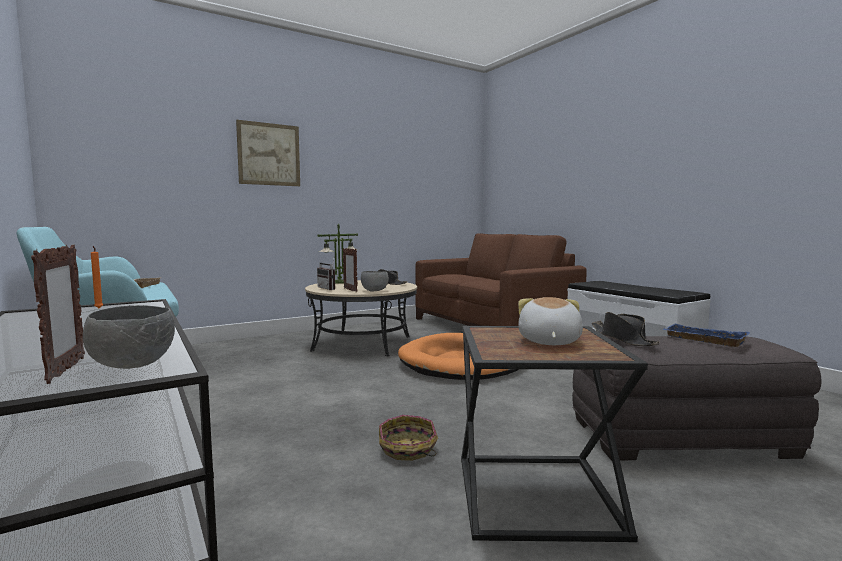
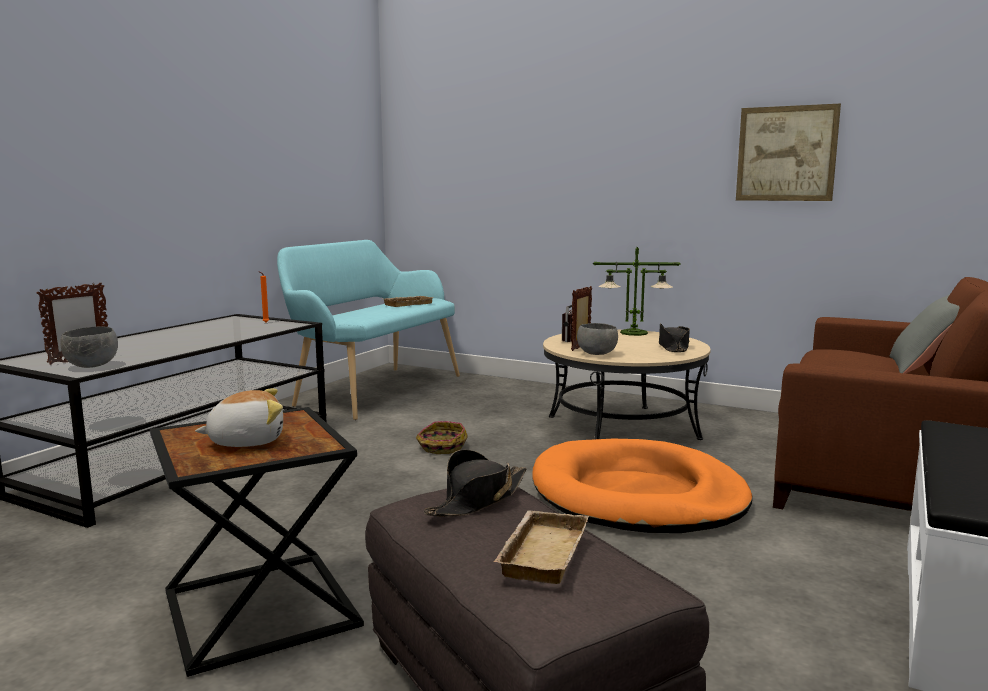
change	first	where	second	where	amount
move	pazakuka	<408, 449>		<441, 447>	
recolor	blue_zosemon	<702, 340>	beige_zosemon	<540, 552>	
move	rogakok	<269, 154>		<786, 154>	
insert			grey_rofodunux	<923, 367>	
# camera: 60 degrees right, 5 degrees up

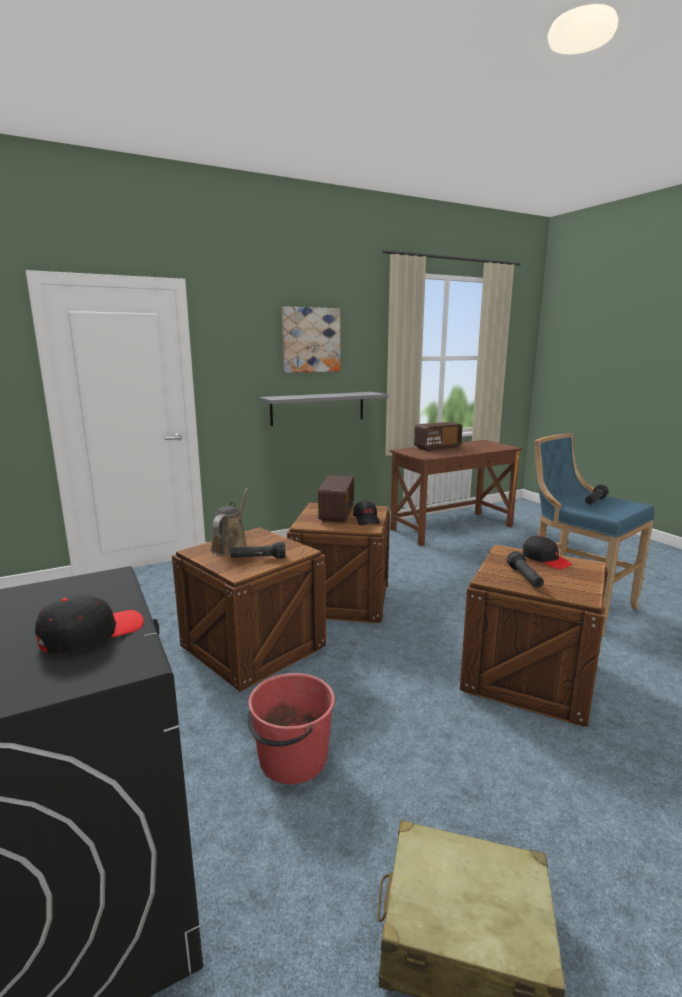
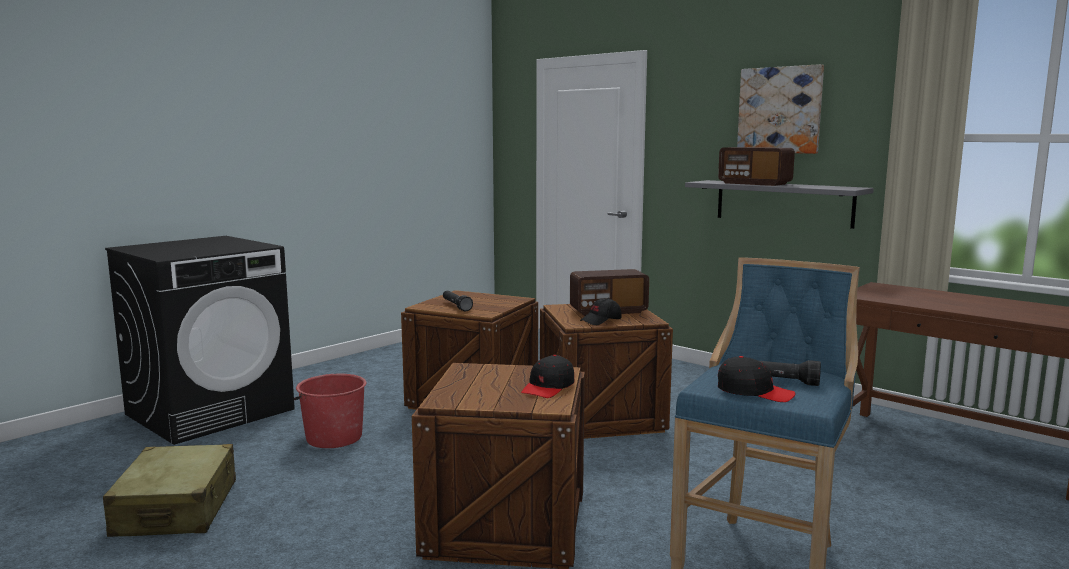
change	first	where	second	where	amount
move	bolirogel	<437, 447>		<754, 183>	
move	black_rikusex	<91, 634>		<754, 392>	
delete	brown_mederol	<231, 546>			
delete	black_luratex	<525, 578>			
# camera: 70 degrees right, 5 degrees down

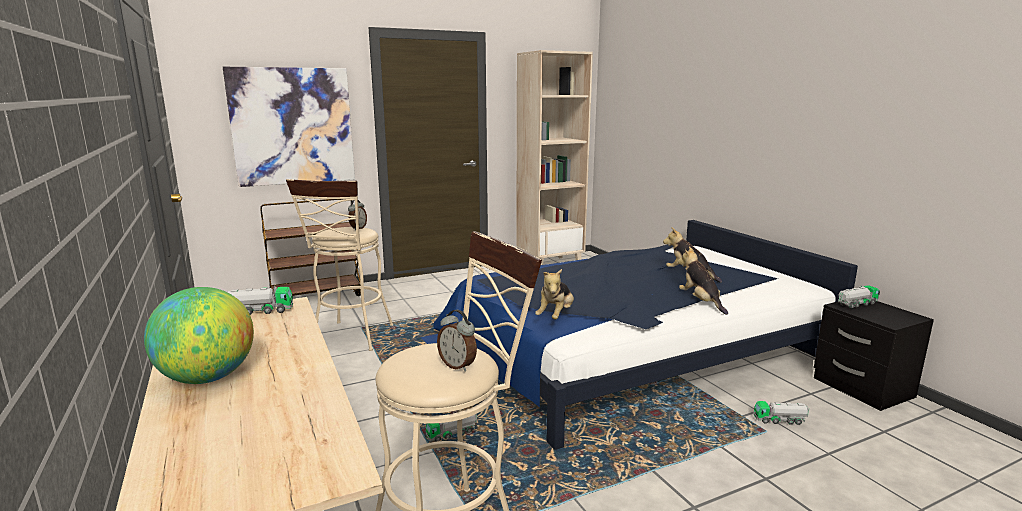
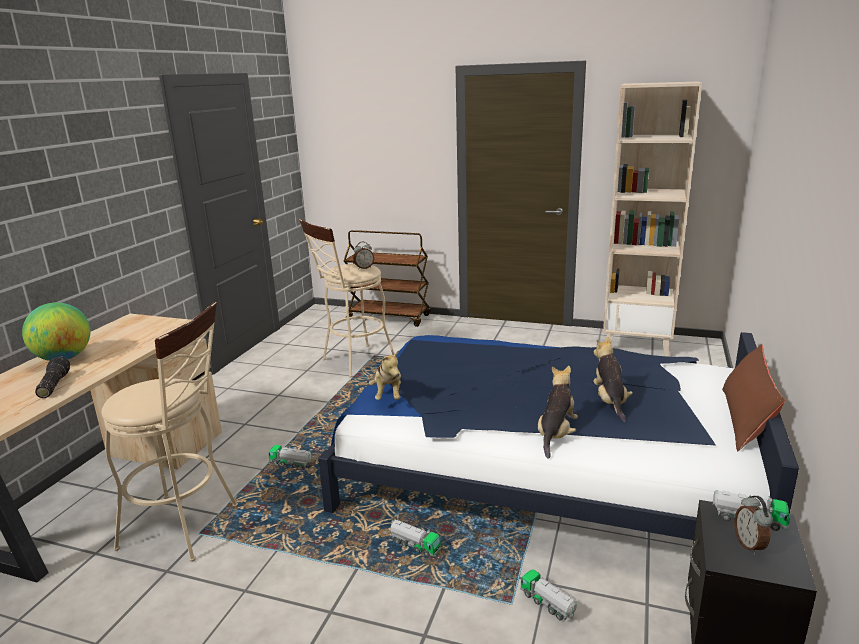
change	first	where	second	where	amount
insert			luratex	<53, 385>	
rotate	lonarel	<556, 316>		<388, 395>	75 degrees counterclockwise
move	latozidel	<260, 311>		<415, 545>	
insert			brown_rofodunux	<745, 419>	
move	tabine	<458, 365>		<750, 545>	
delete	rogakok	<292, 126>			
# camera: 45 degrees right, 5 degrees up

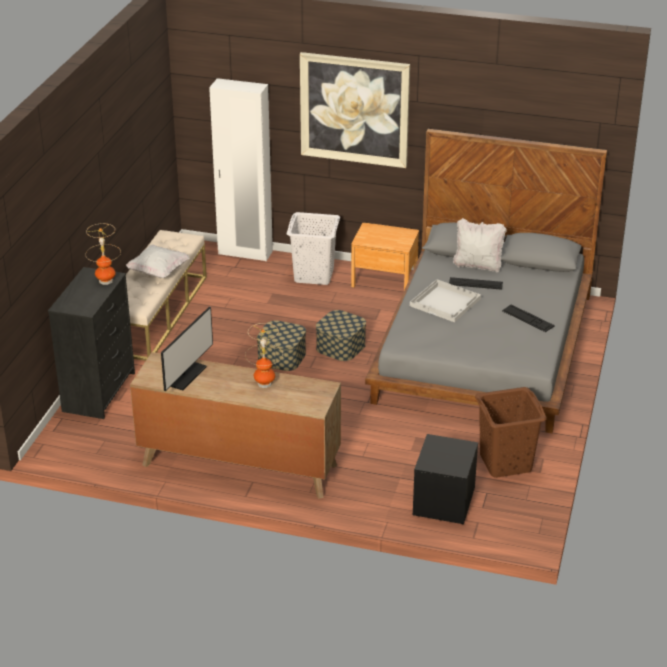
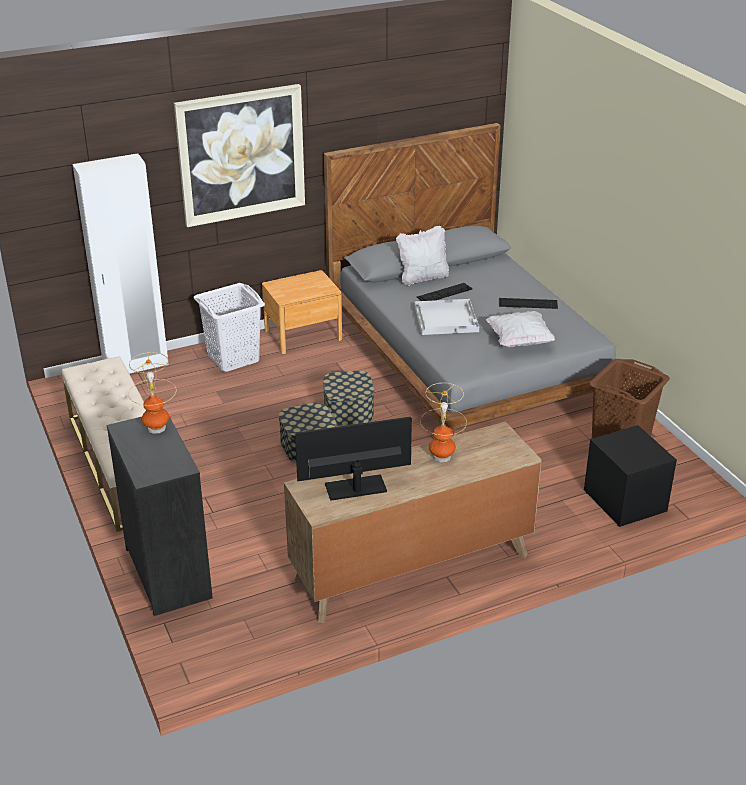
change	first	where	second	where	amount
rotate	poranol	<185, 375>		<355, 488>	90 degrees counterclockwise
move	white_rofodunux	<158, 272>		<519, 341>	
# camera: 40 degrees left, 0 degrees up

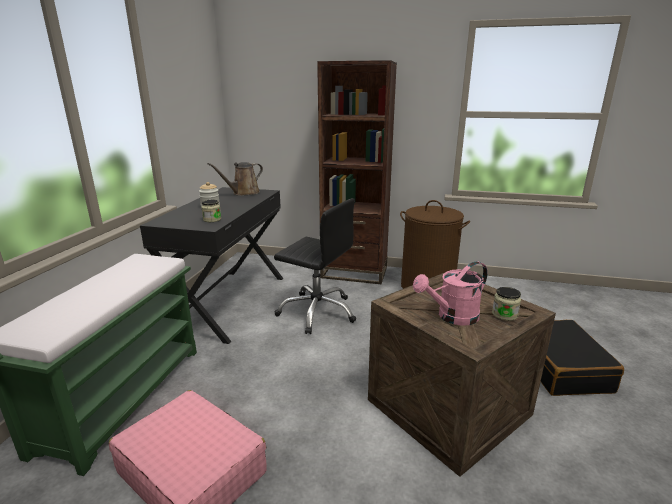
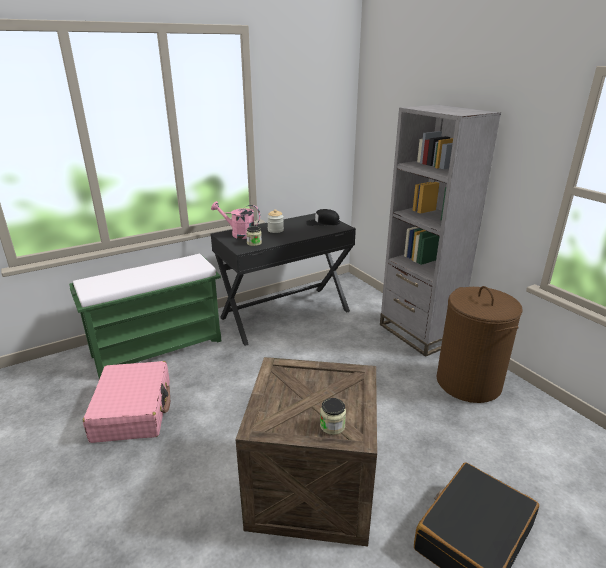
change	first	where	second	where	amount
move	pink_mederol	<452, 317>		<239, 234>	
replace	brown_mederol	<243, 193>	black_rikusex	<323, 223>	
recolor	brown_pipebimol	<354, 272>	grey_pipebimol	<418, 333>	
delete	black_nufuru	<317, 312>			
# camera: 45 degrees right, 5 degrees up

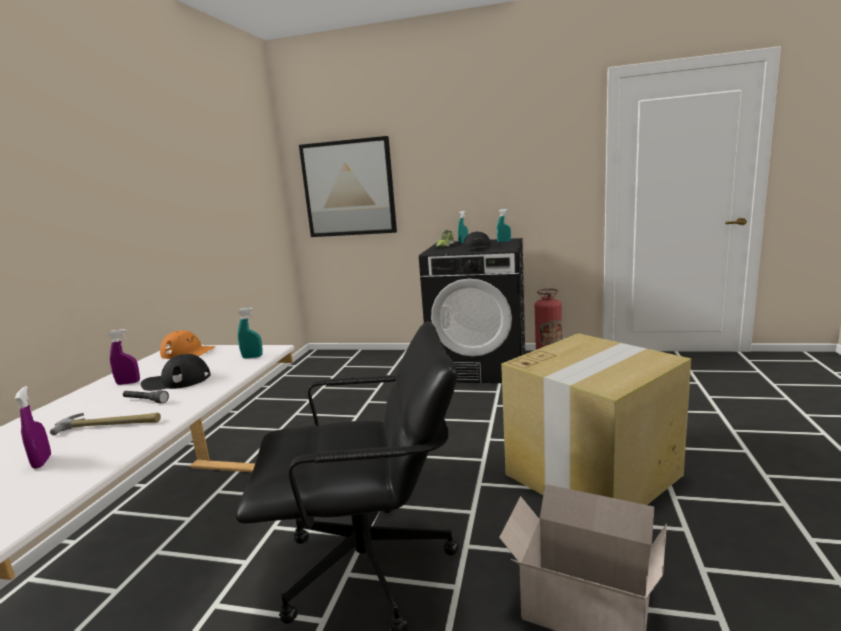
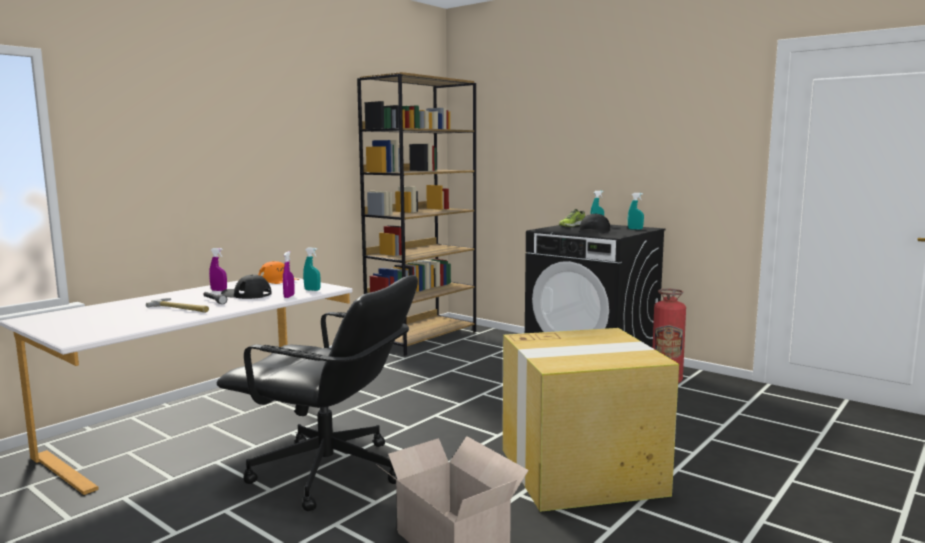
change	first	where	second	where	amount
move	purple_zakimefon	<42, 462>		<289, 296>	
insert			brown_pipebimol	<422, 338>	
delete	rogakok	<349, 188>			
# camera: 25 degrees right, 5 degrees down

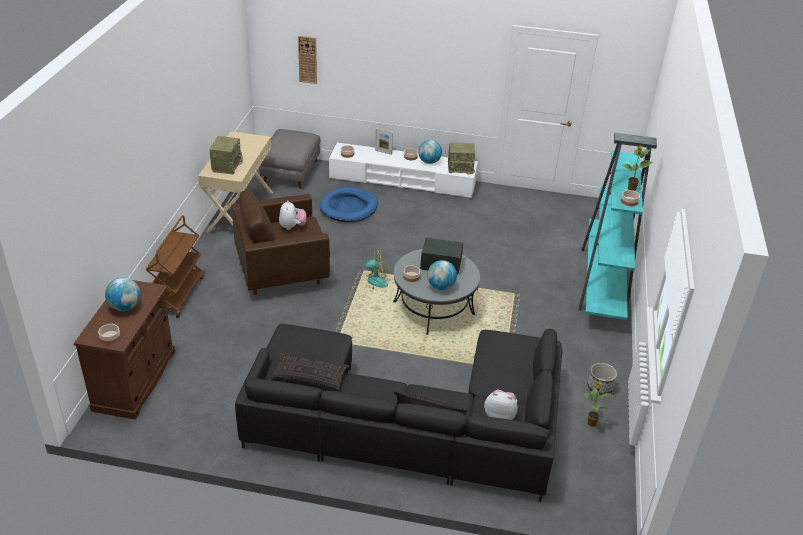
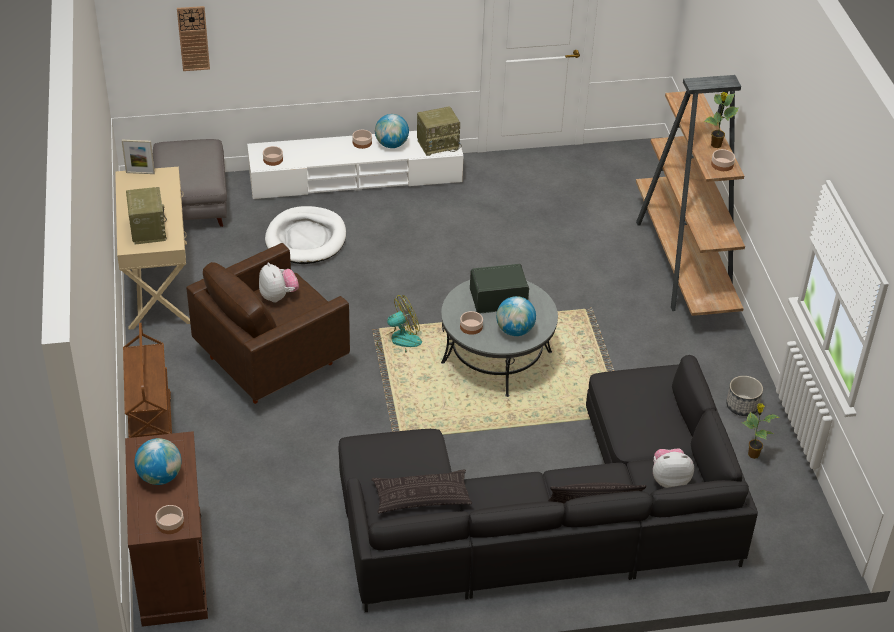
change	first	where	second	where	amount
move	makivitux	<383, 152>		<140, 173>	
recolor	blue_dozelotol	<349, 207>	white_dozelotol	<306, 239>	
recolor	turquoise_pipebimol	<603, 283>	brown_pipebimol	<684, 264>	
# camera: 20 degrees left, 5 degrees up

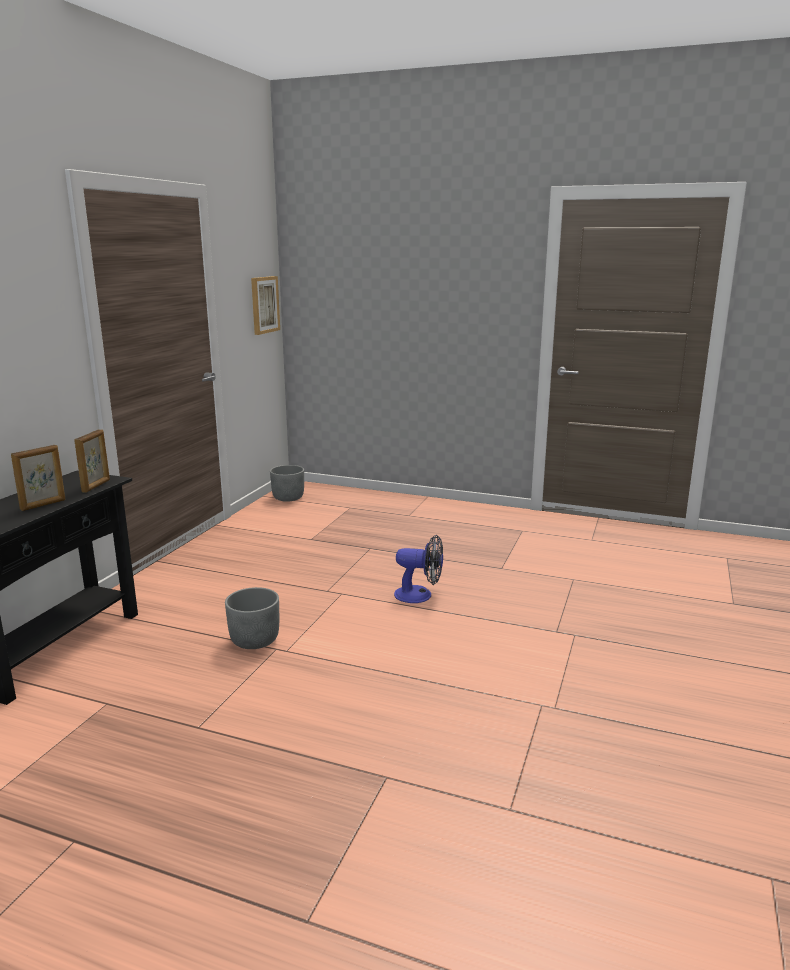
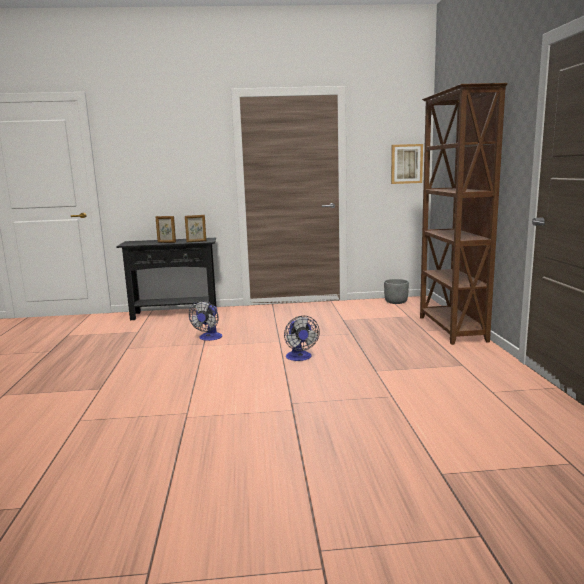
change	first	where	second	where	amount
replace	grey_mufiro	<255, 640>	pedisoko	<209, 338>	
insert			brown_pipebimol	<451, 329>	
# camera: 65 degrees right, 5 degrees down

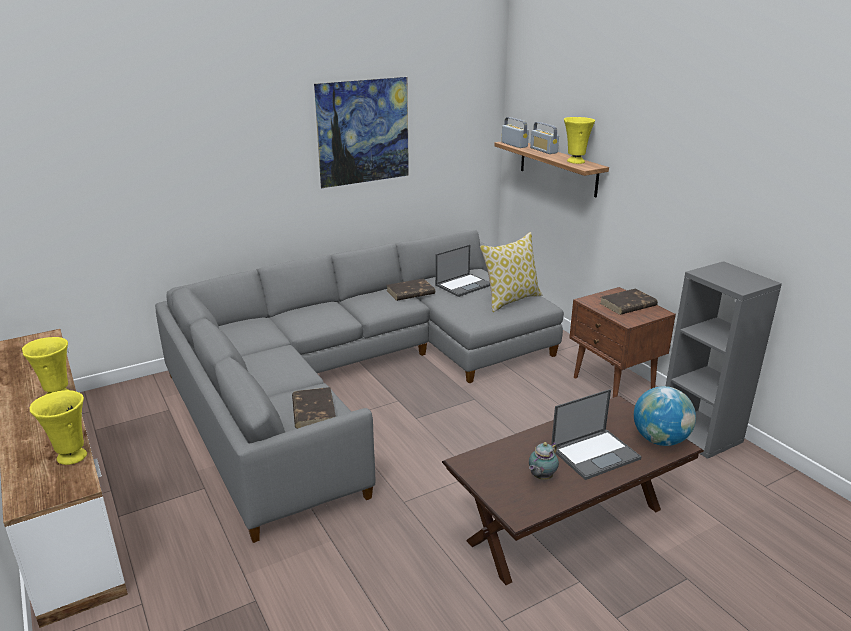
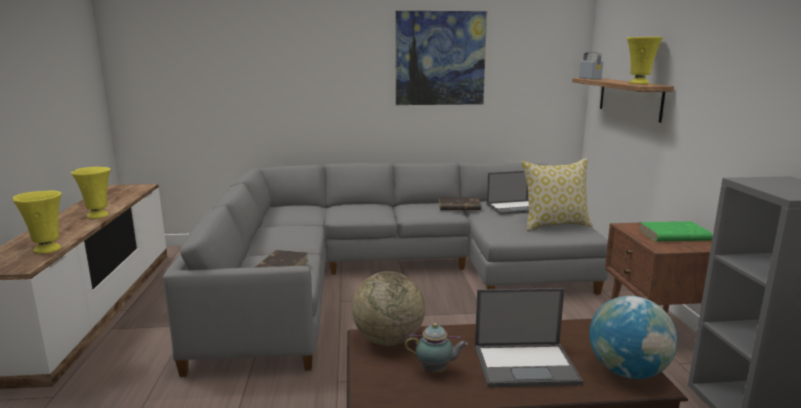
change	first	where	second	where	amount
insert			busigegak	<388, 340>	
rotate	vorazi	<541, 477>		<436, 371>	150 degrees counterclockwise
recolor	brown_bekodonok	<627, 305>	green_bekodonok	<673, 235>	
delete	bolirogel	<543, 150>			
# camera: 25 degrees right, 10 degrees down

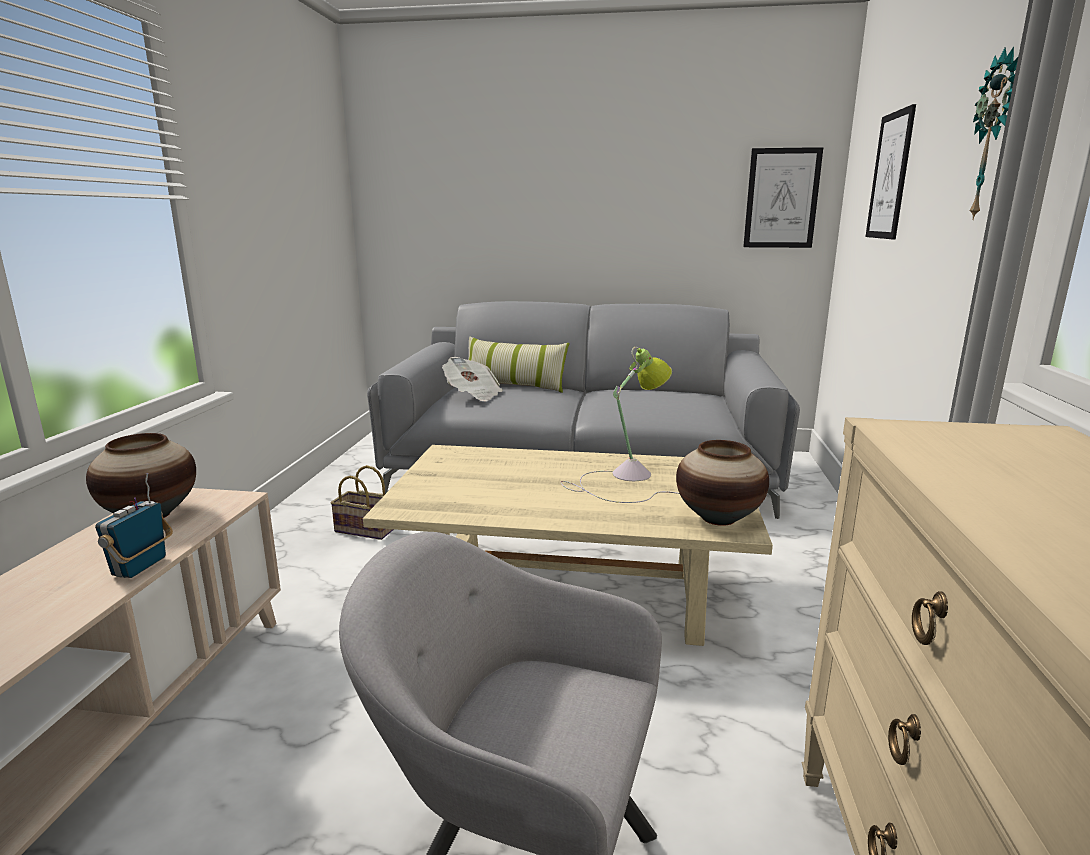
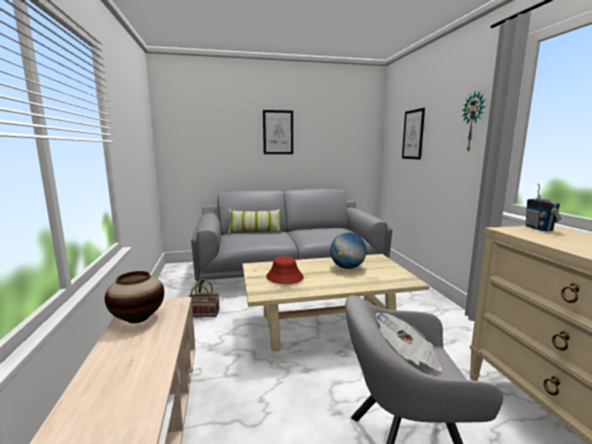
change	first	where	second	where	amount
move	rogakok	<782, 198>		<278, 132>	
insert			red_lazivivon	<284, 277>	
replace	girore	<625, 479>	busigegak	<347, 267>	
move	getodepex	<473, 394>		<407, 355>	
move	bolirogel	<141, 567>		<539, 228>	
delete	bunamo	<718, 518>			
# camera: 20 degrees left, 5 degrees down

